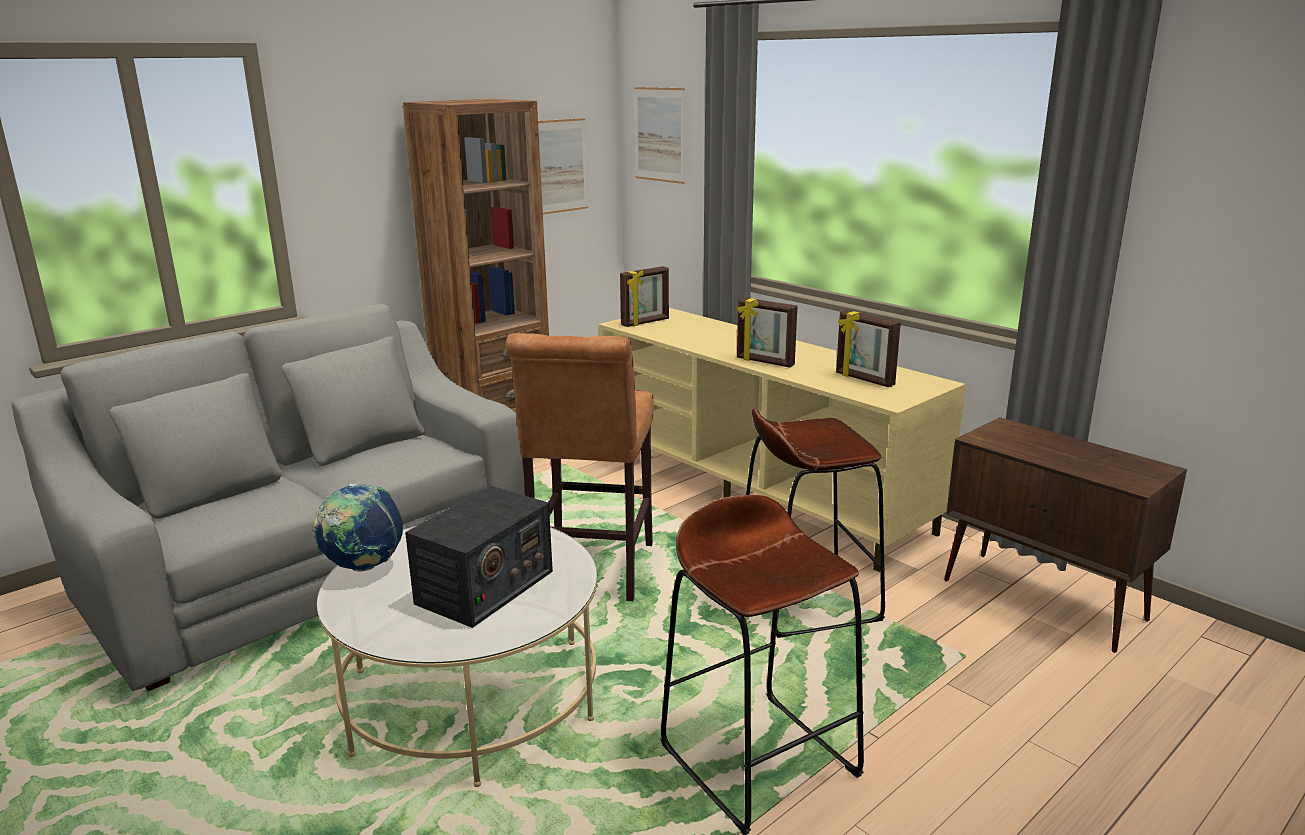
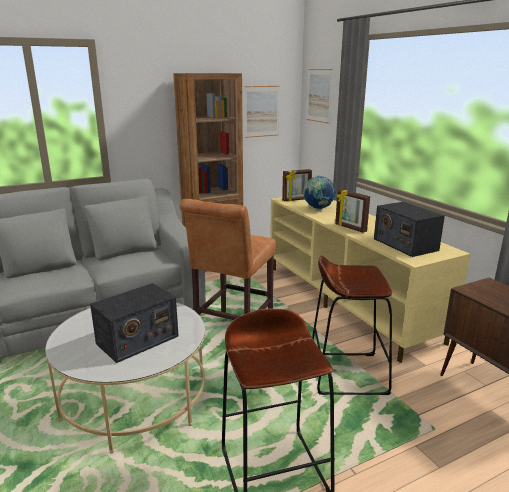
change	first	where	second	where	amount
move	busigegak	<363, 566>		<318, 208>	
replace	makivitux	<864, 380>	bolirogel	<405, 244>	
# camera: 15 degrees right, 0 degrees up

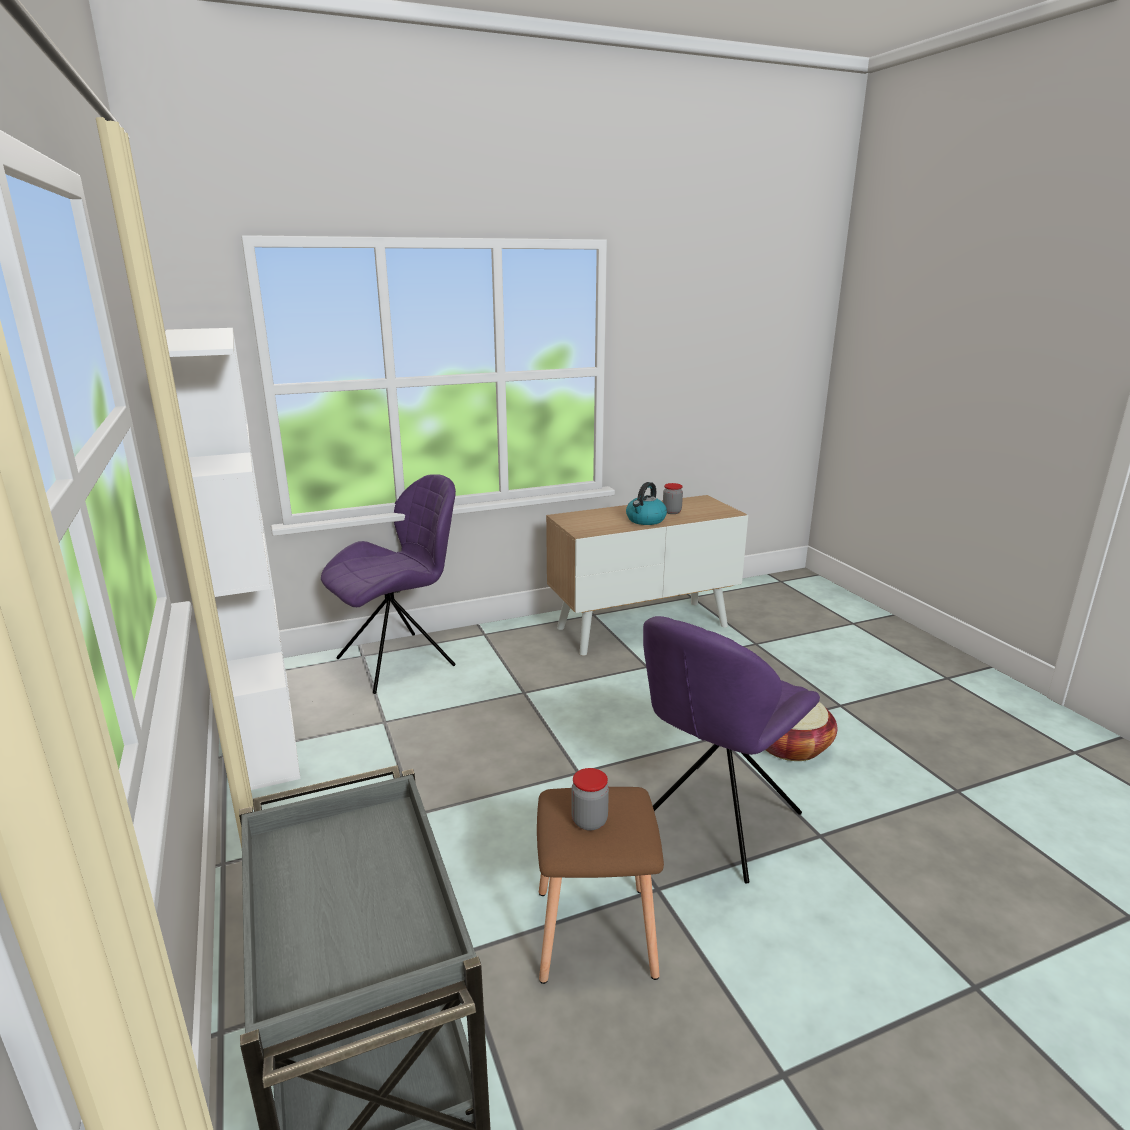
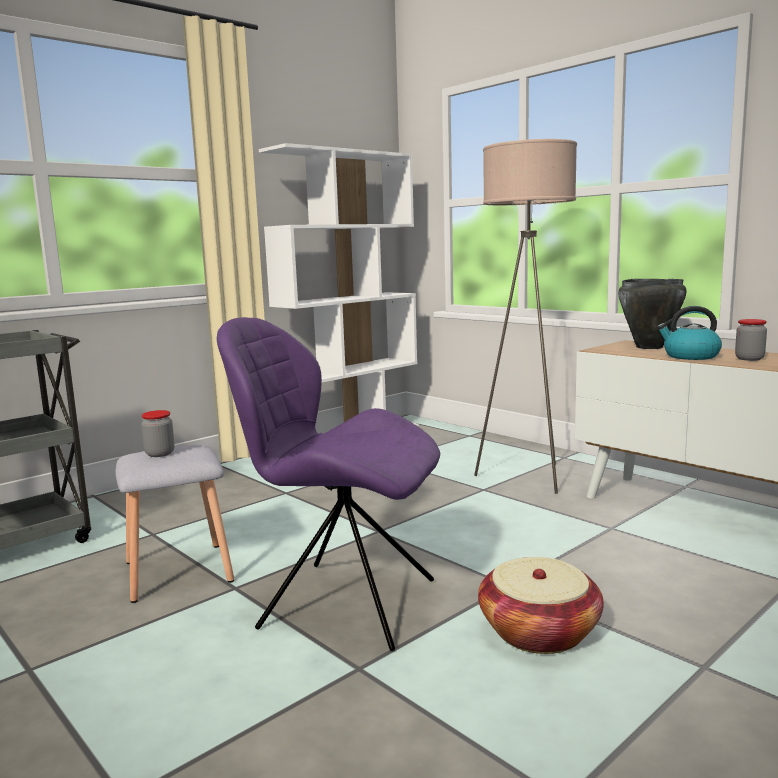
change	first	where	second	where	amount
recolor	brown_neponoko	<593, 930>	grey_neponoko	<180, 570>	
insert			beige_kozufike	<527, 477>	
insert			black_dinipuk	<649, 347>	
delete	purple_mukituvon	<400, 661>			
# camera: 70 degrees right, 10 degrees down

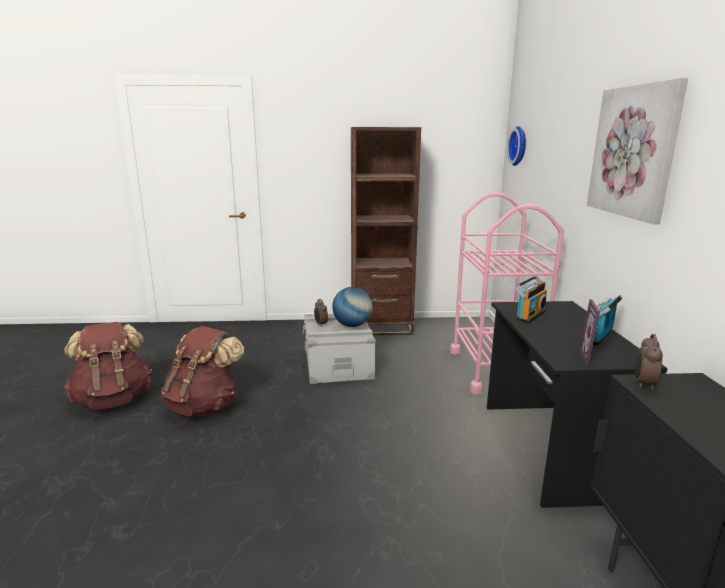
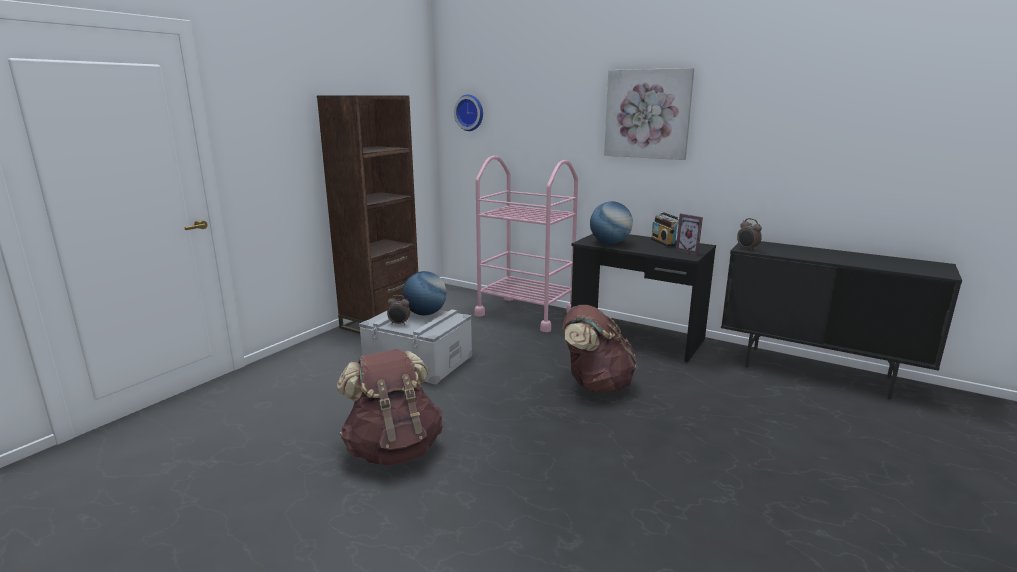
change	first	where	second	where	amount
move	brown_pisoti	<113, 399>		<595, 384>	
replace	bolirogel	<529, 315>	busigegak	<610, 243>	
# camera: 55 degrees left, 0 degrees up

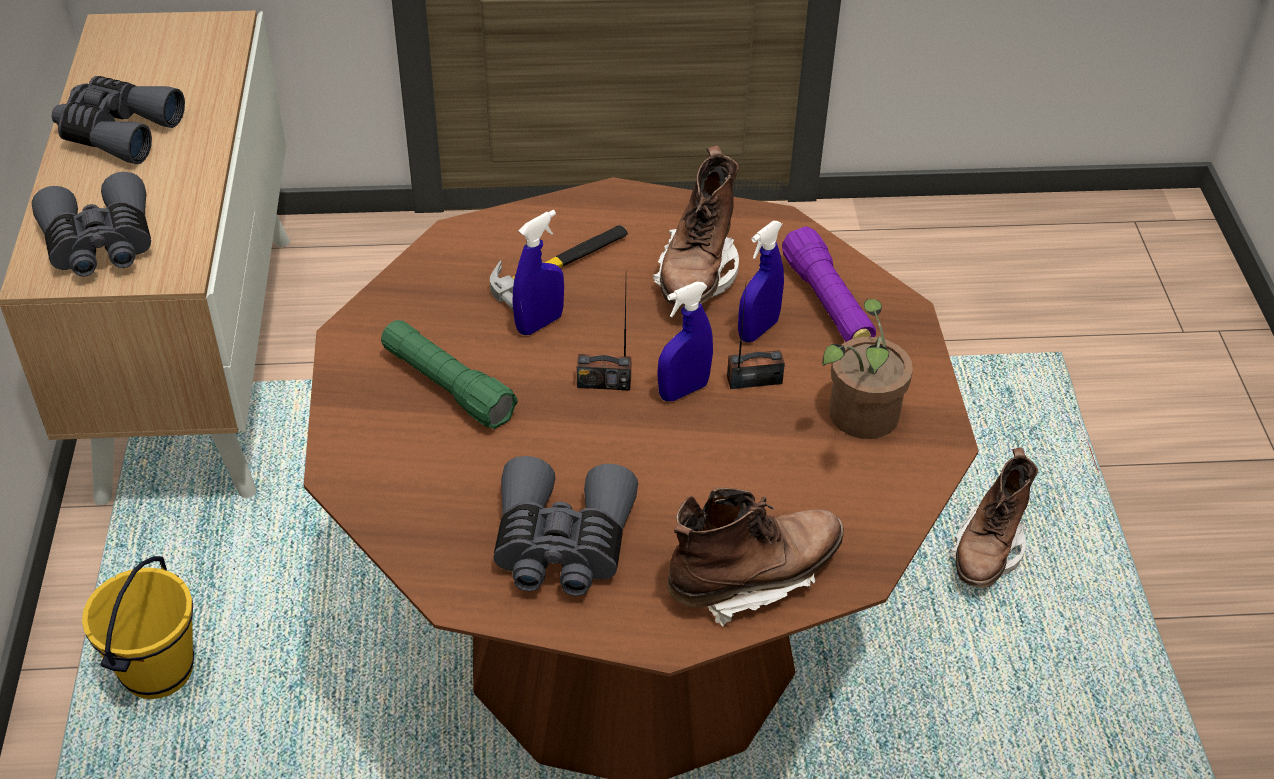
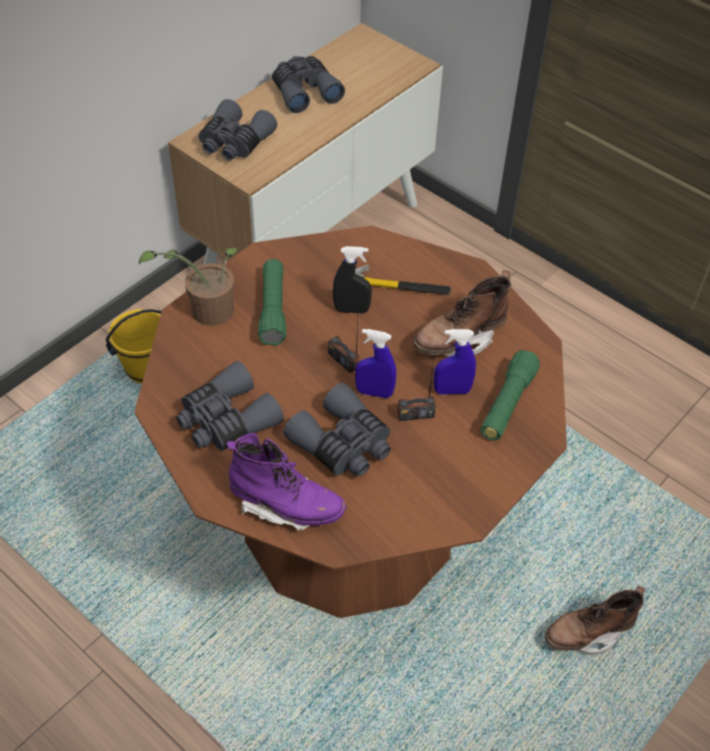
change	first	where	second	where	amount
move	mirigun	<860, 421>		<205, 311>	
recolor	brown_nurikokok	<753, 578>	purple_nurikokok	<286, 505>	
insert			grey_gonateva	<343, 444>	
recolor	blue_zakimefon	<539, 323>	black_zakimefon	<351, 309>	
rotate	bolirogel	<754, 380>		<415, 414>	135 degrees clockwise
recolor	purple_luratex	<827, 303>	green_luratex	<507, 404>	
# camera: 45 degrees right, 5 degrees up

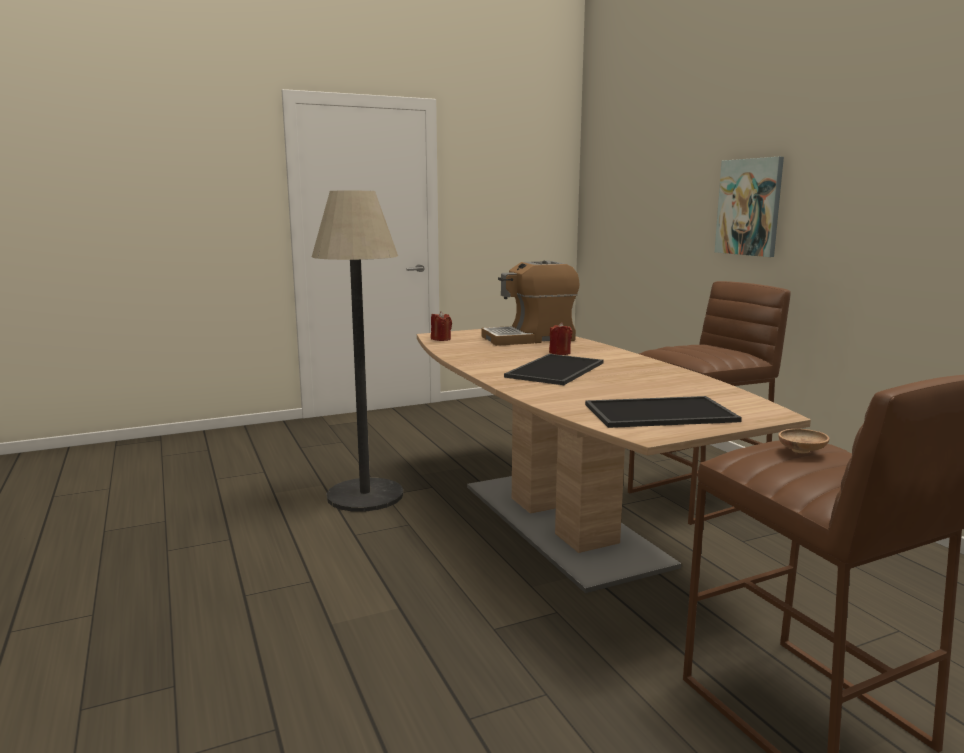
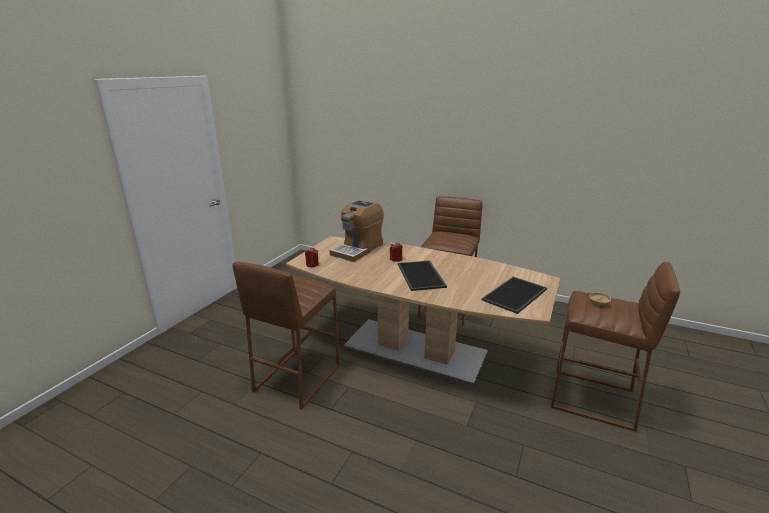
change	first	where	second	where	amount
replace	kozufike	<365, 495>	brown_neponoko	<296, 378>	
delete	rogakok	<749, 207>			
# camera: 40 degrees left, 10 degrees up

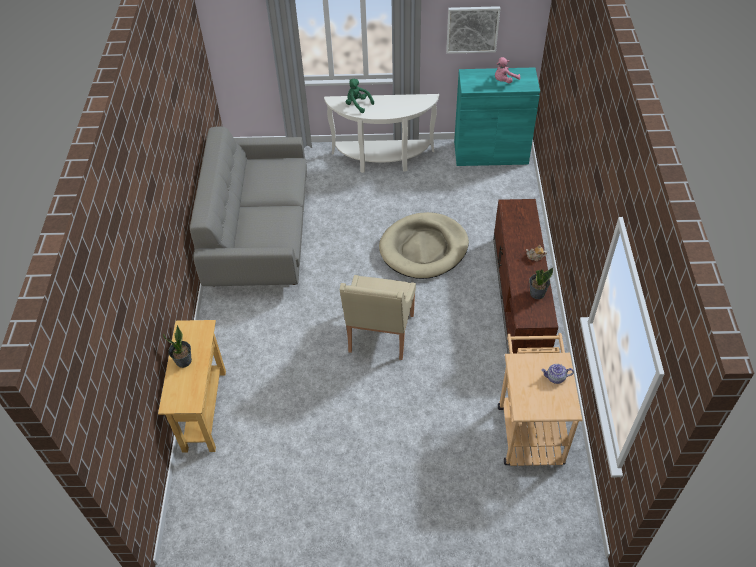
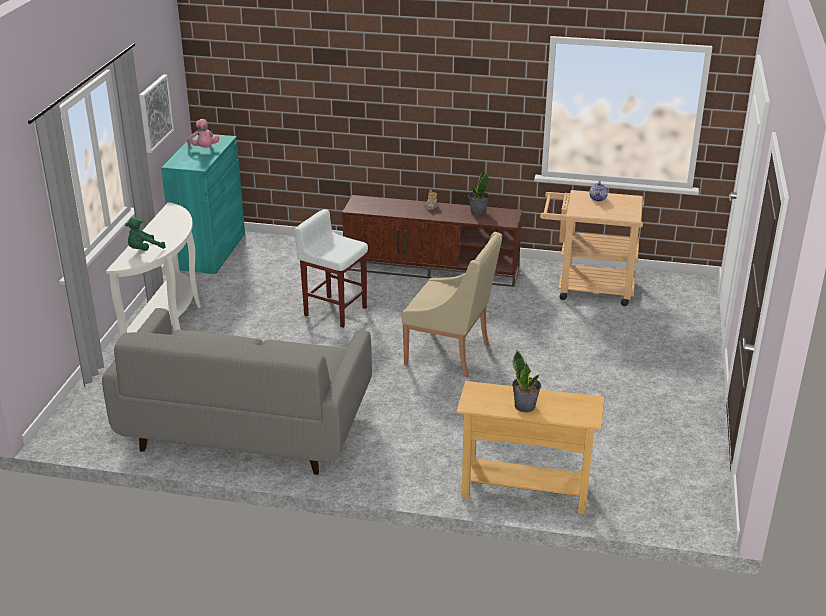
change	first	where	second	where	amount
replace	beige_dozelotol	<424, 248>	white_neponoko	<334, 311>	
# camera: 80 degrees left, 20 degrees down

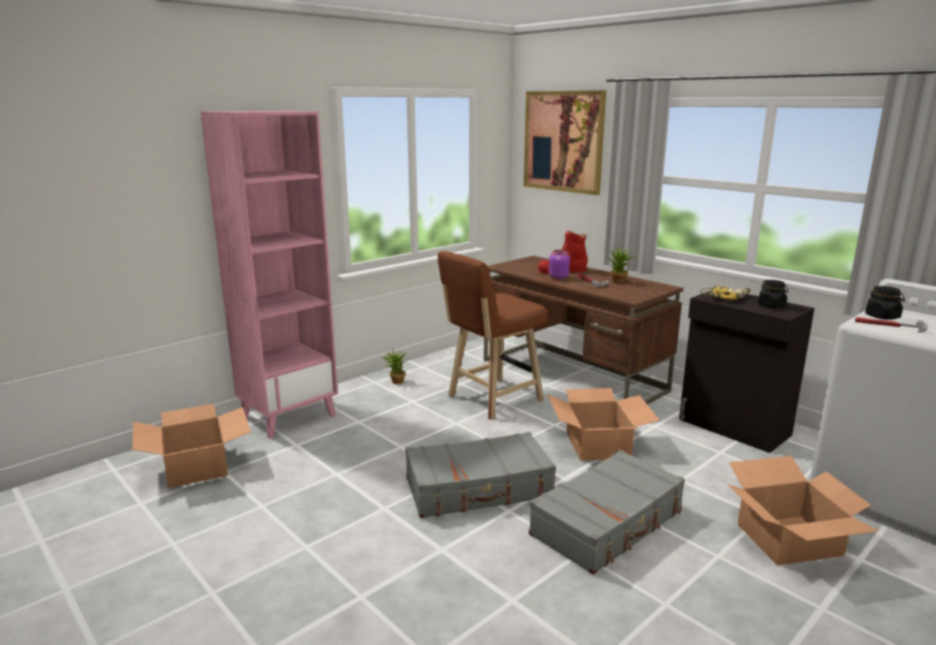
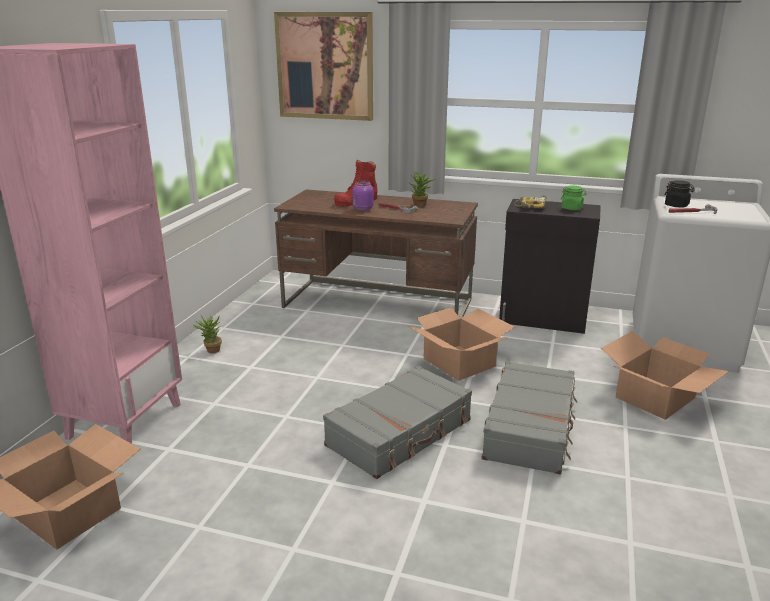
change	first	where	second	where	amount
recolor	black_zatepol	<771, 306>	green_zatepol	<572, 208>	
delete	brown_neponoko	<491, 400>			
# camera: 30 degrees left, 5 degrees up

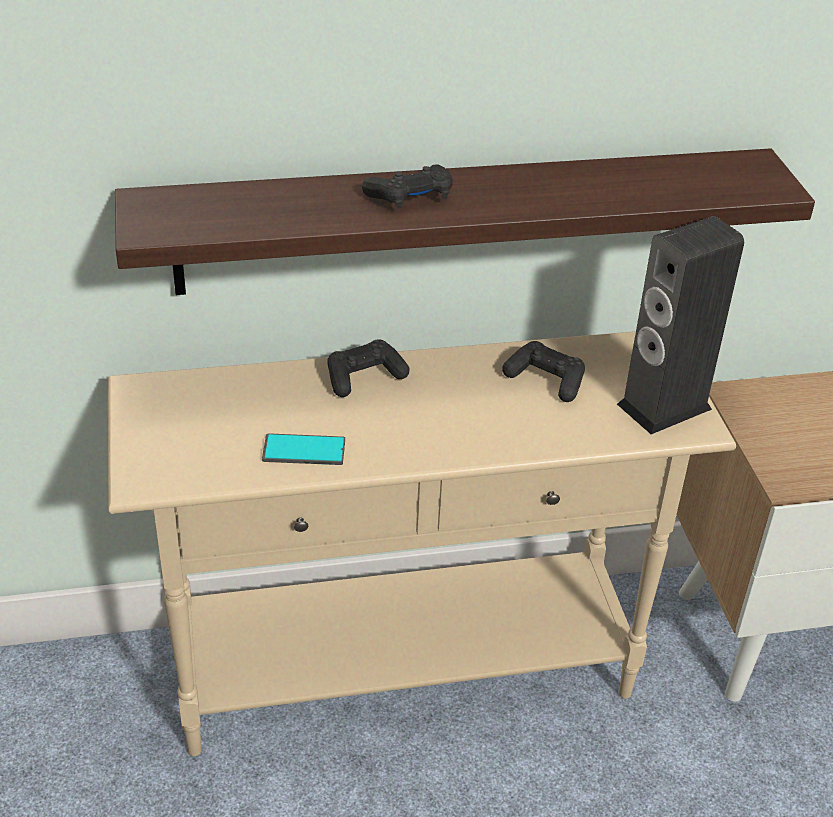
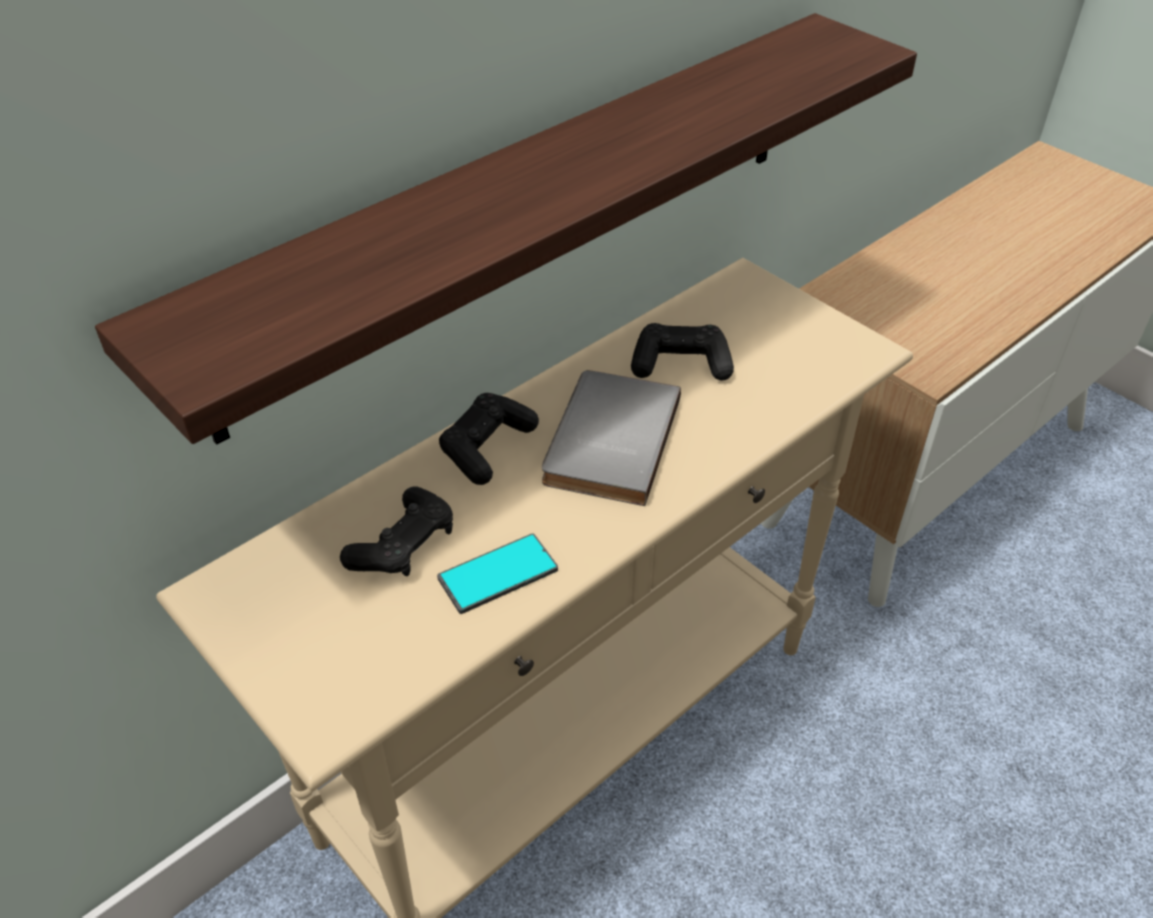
change	first	where	second	where	amount
move	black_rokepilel	<411, 197>		<403, 545>	
insert			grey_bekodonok	<606, 440>	
delete	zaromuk	<664, 406>			
# camera: 30 degrees left, 5 degrees up

